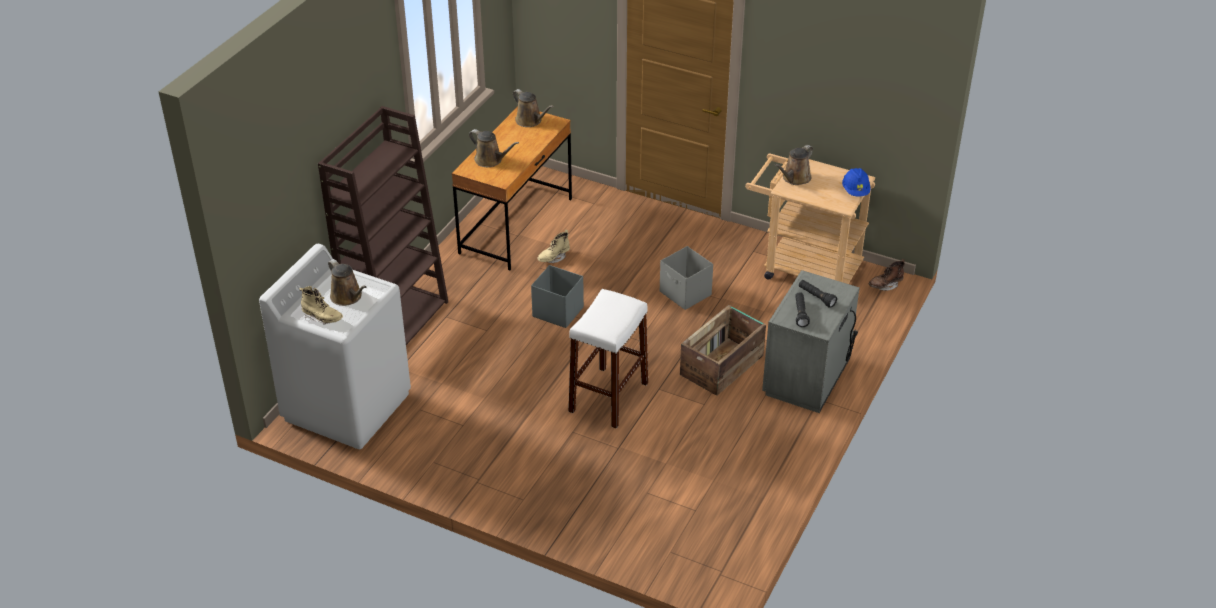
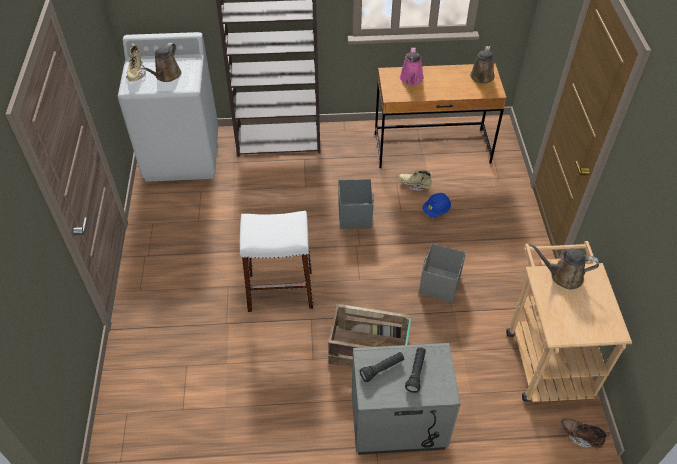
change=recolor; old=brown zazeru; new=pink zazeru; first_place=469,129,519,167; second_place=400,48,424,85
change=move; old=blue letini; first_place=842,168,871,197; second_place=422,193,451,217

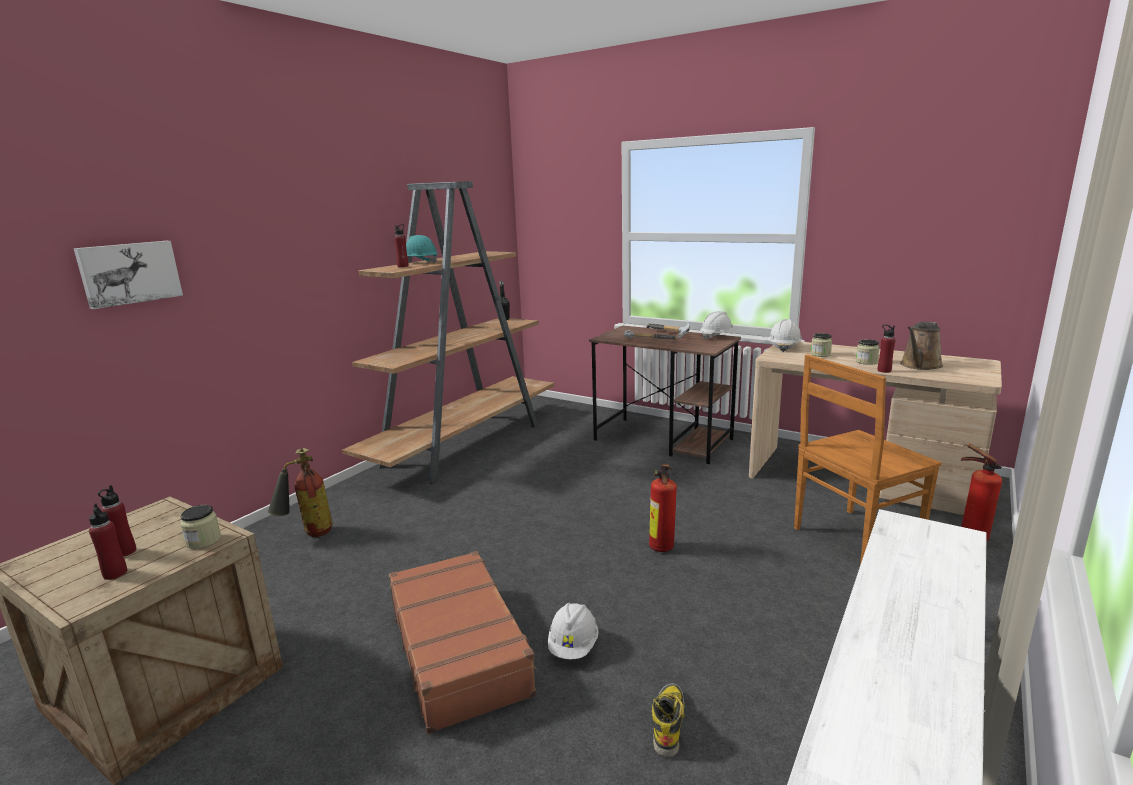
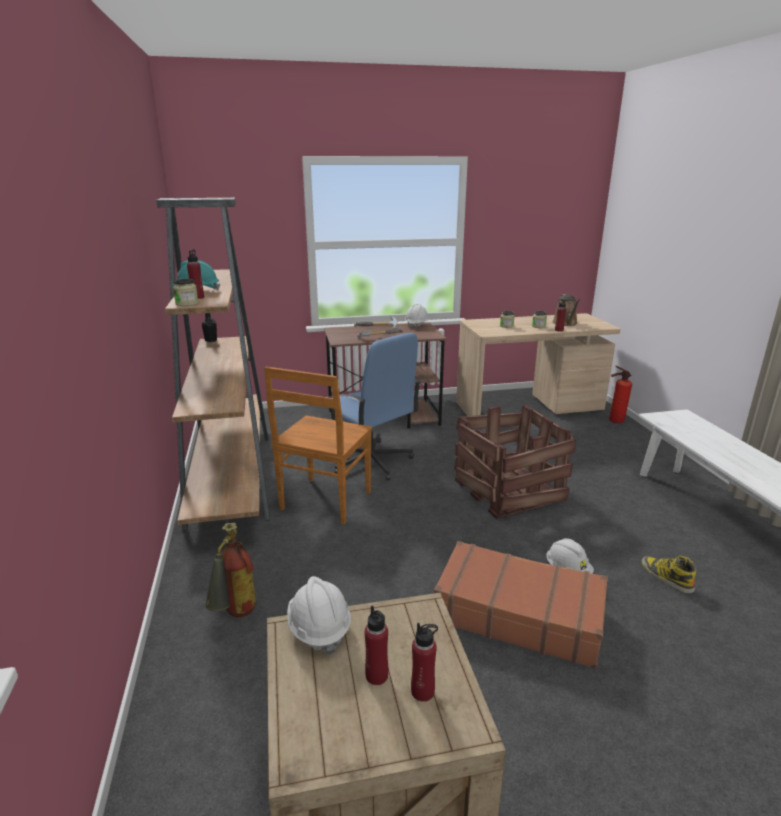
change=delete; old=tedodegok; first_place=74,241,183,309
change=move; old=white letini; first_place=768,319,802,352; second_place=287,576,351,655
change=move; old=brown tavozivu; first_place=794,354,941,565; second_place=264,367,372,525
change=replace; old=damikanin; new=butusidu; first_place=649,464,678,552; second_place=454,405,576,519
change=move; old=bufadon; first_place=180,505,221,549; second_place=173,279,198,306
change=insert; new=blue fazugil; second_place=328,333,421,480

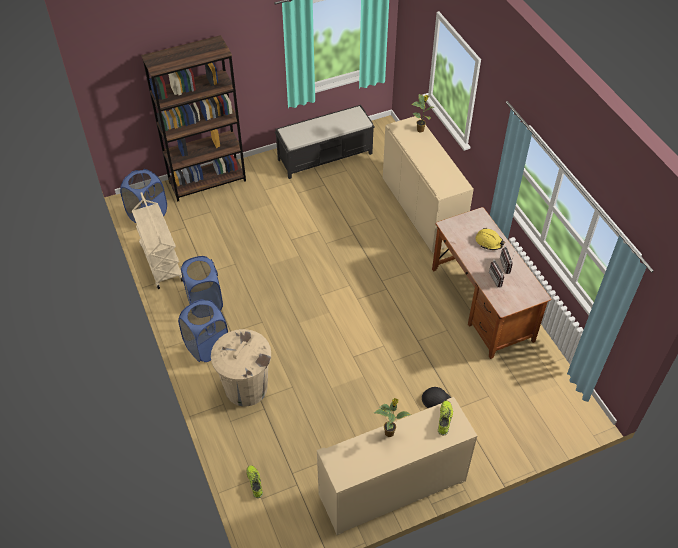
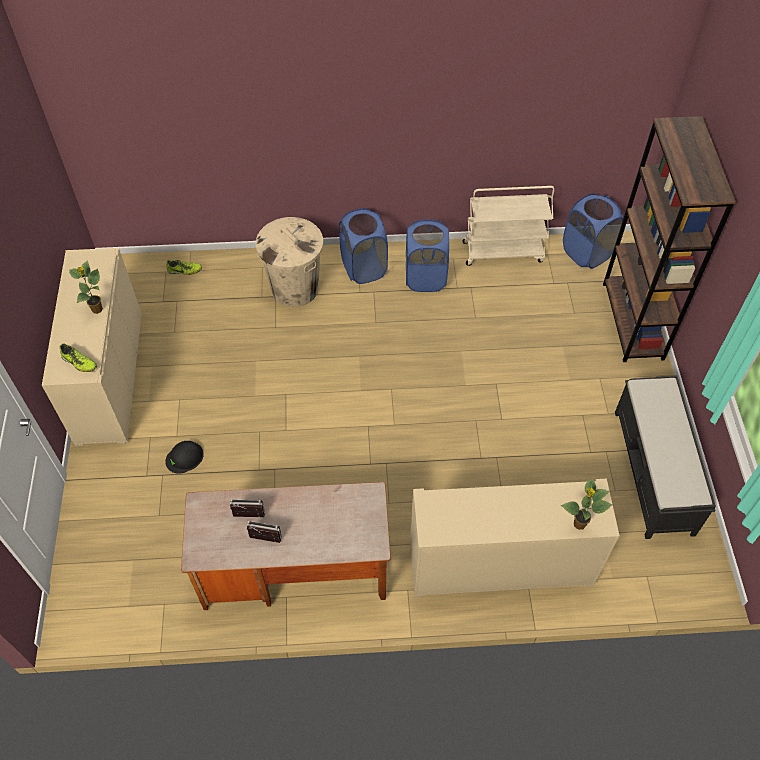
change=delete; old=yellow letini; first_place=475,228,505,250

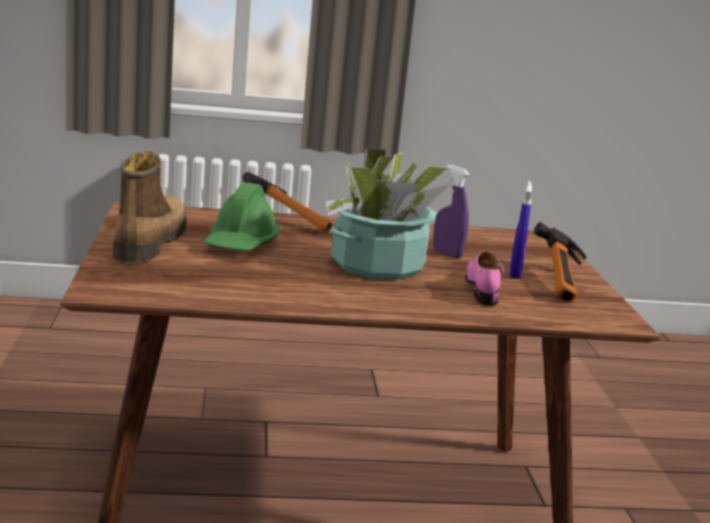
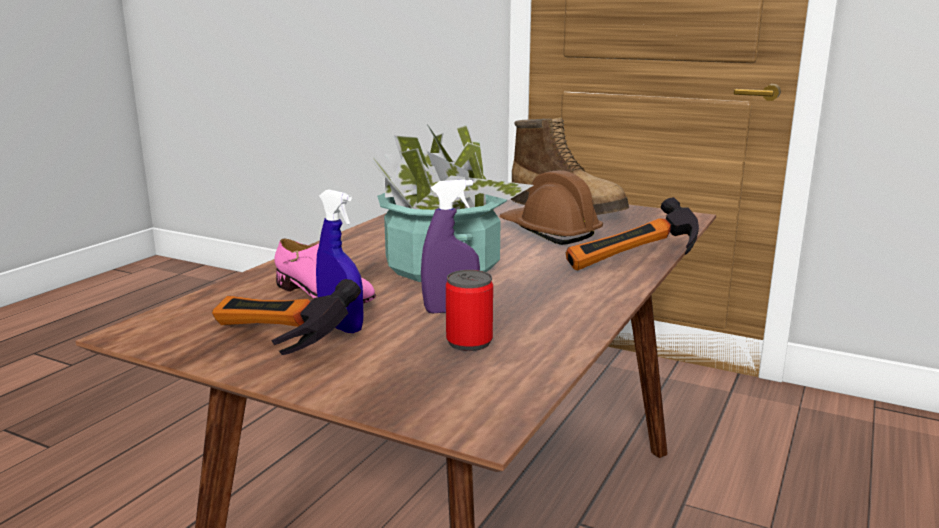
change=recolor; old=green letini; new=brown letini; first_place=204,183,280,250; second_place=500,170,603,245
change=insert; new=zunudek; second_place=446,270,493,351

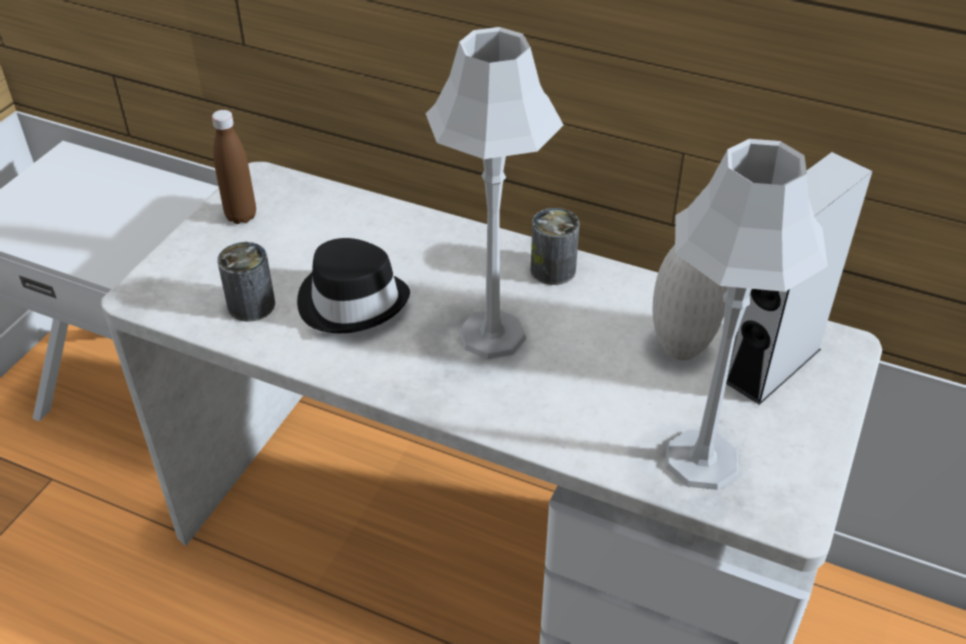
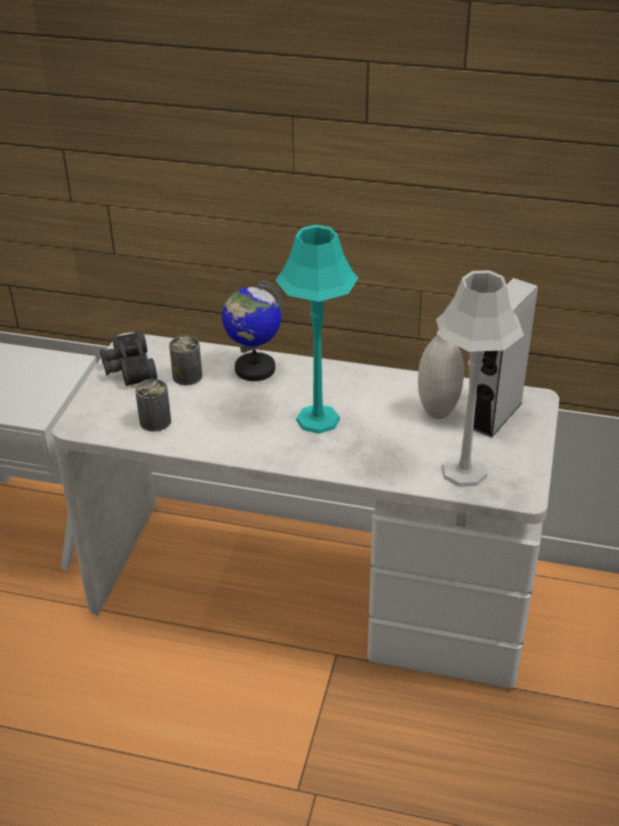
change=recolor; old=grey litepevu; new=turquoise litepevu; first_place=426,27,563,359; second_place=275,225,358,434
change=replace; old=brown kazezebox; new=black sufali; first_place=212,110,256,224; second_place=100,331,157,386
change=move; old=zunudek; first_place=531,208,579,285; second_place=169,335,202,385
change=delete; old=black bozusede; first_place=297,238,410,333
change=insert; new=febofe; second_place=222,280,283,381

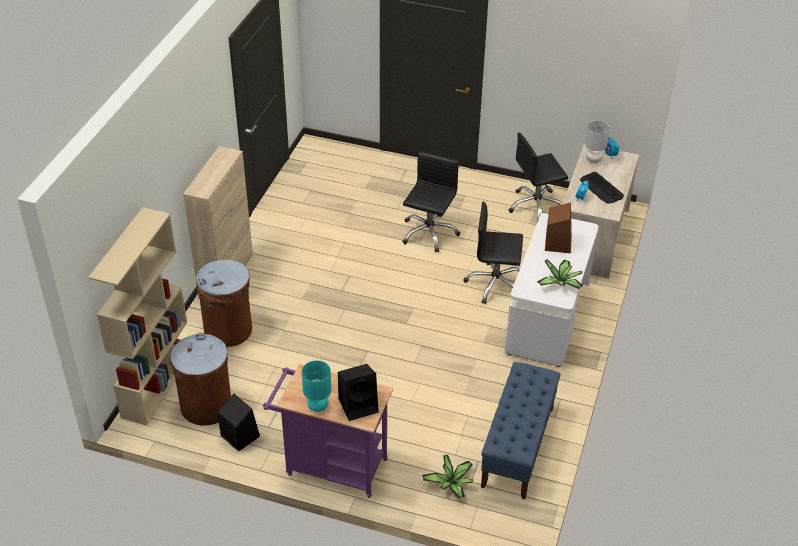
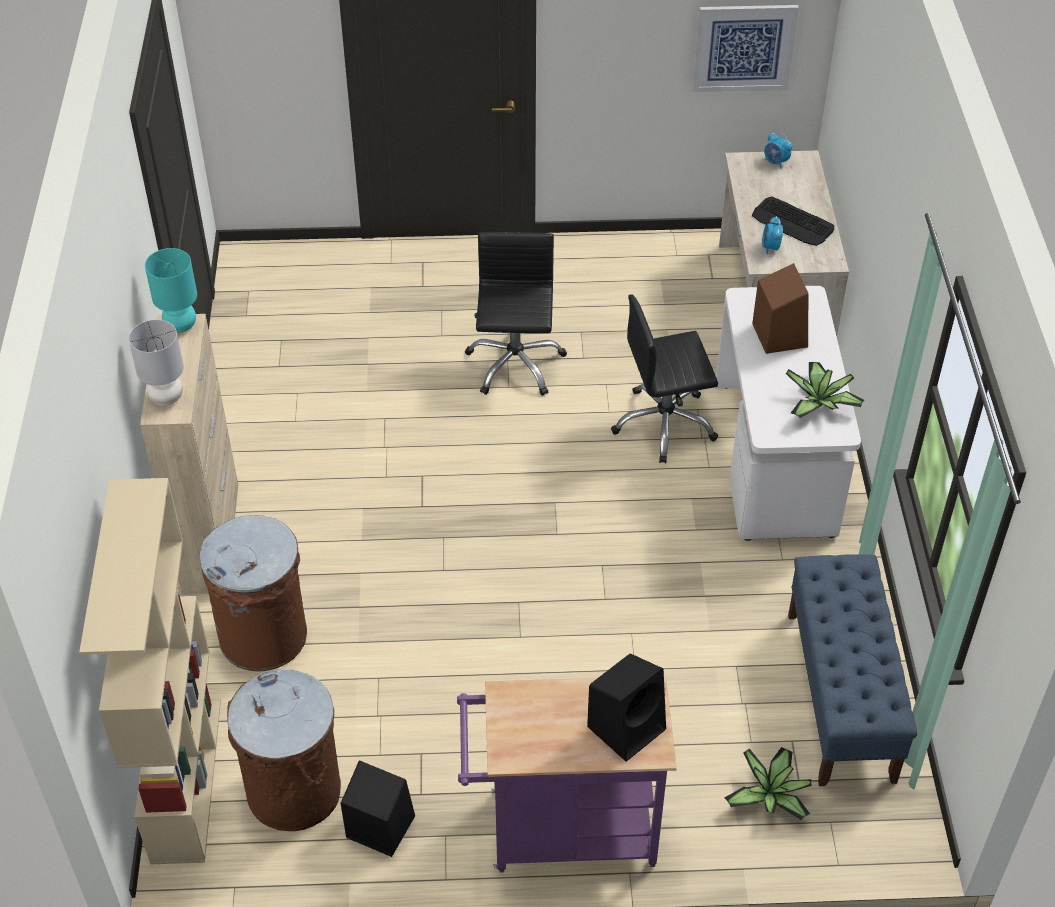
change=move; old=grey litepevu; first_place=585,120,610,163; second_place=129,319,184,406
change=delete; old=black fazugil; first_place=508,132,568,220
change=move; old=turquoise litepevu; first_place=302,360,331,412; second_place=145,248,197,332
change=insert; new=tedodegok; second_place=693,5,799,92

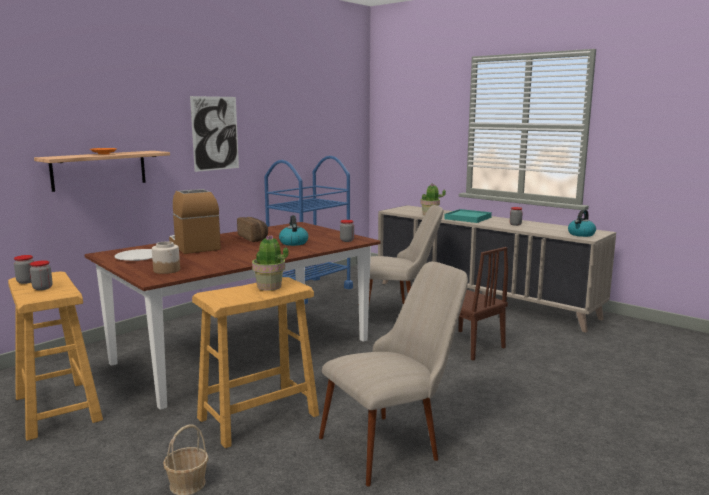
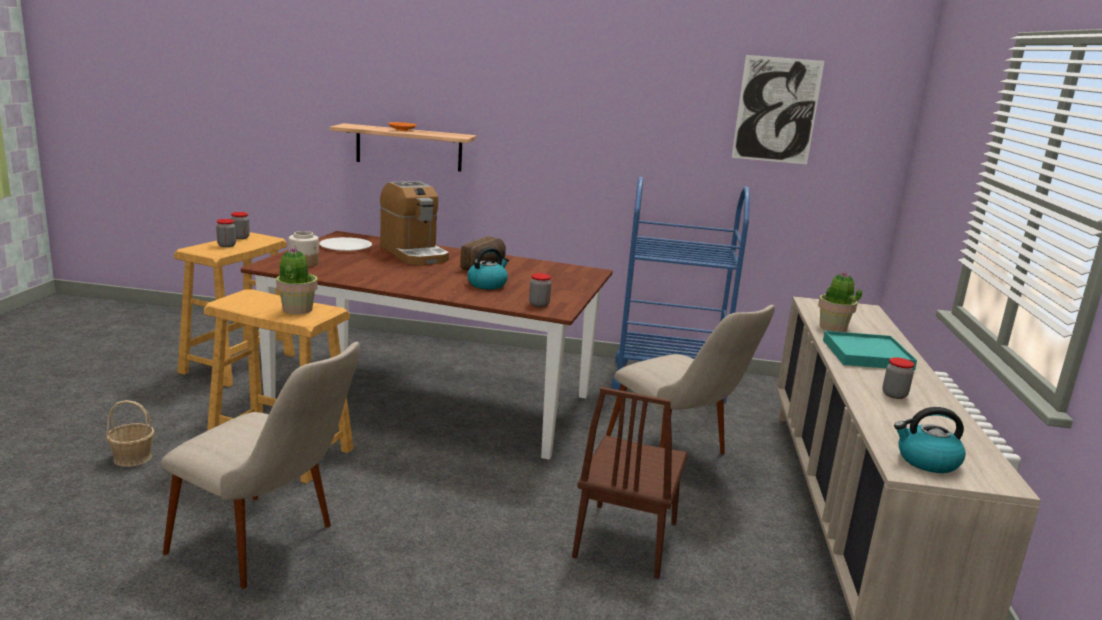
change=move; old=tedodegok; first_place=190,96,239,172; second_place=732,55,824,164
change=rotate; old=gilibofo; first_place=169,189,221,254; second_place=380,181,449,265; degrees=120

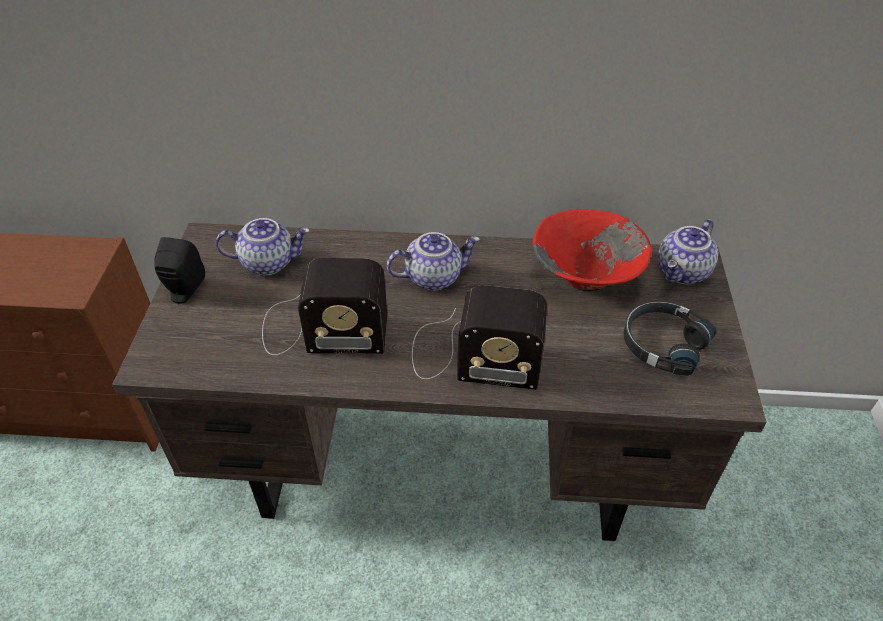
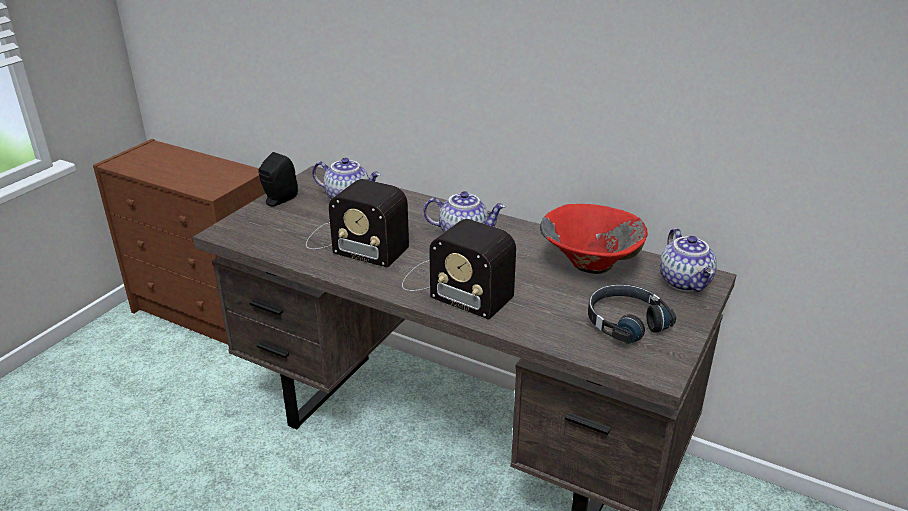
change=rotate; old=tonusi; first_place=658,219,718,284; second_place=660,228,717,292; degrees=-75

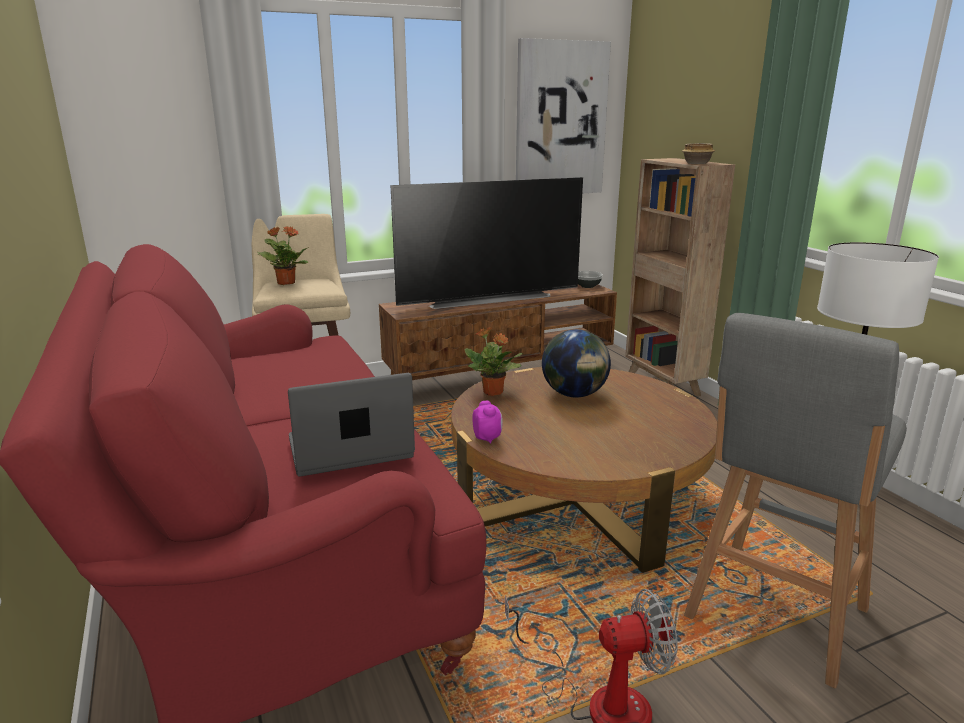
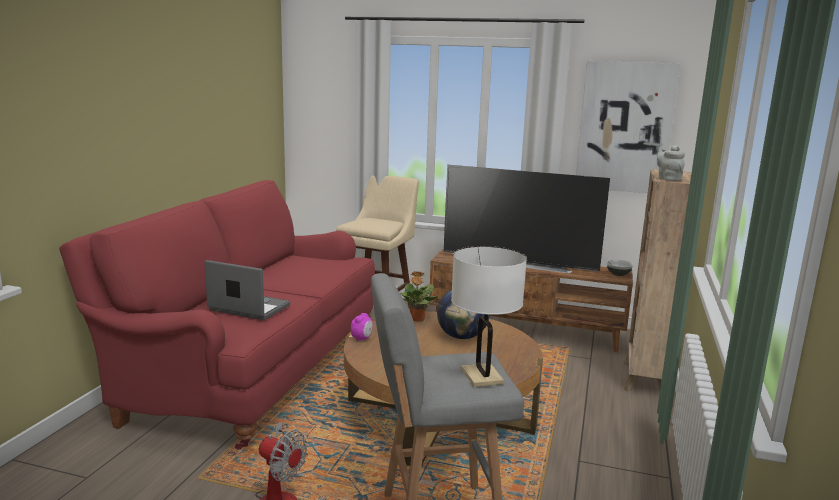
change=replace; old=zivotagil; new=grey tonusi; first_place=682,143,715,164; second_place=657,145,685,181
change=delete; old=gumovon; first_place=257,226,309,285

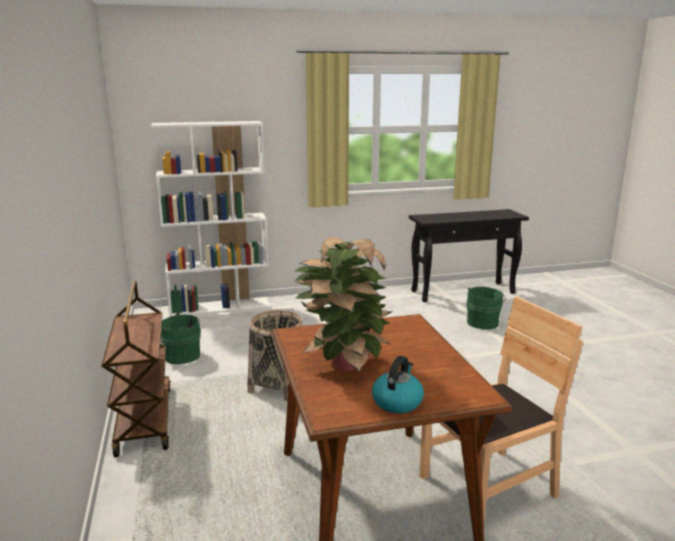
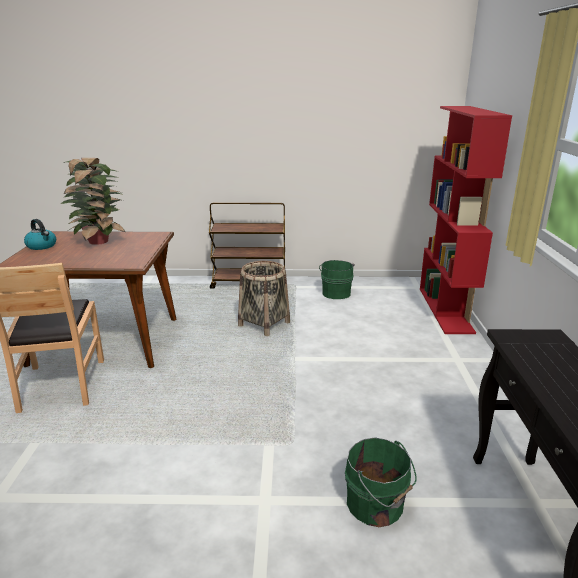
change=recolor; old=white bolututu; new=red bolututu; first_place=151,121,270,317; second_place=420,106,512,334

